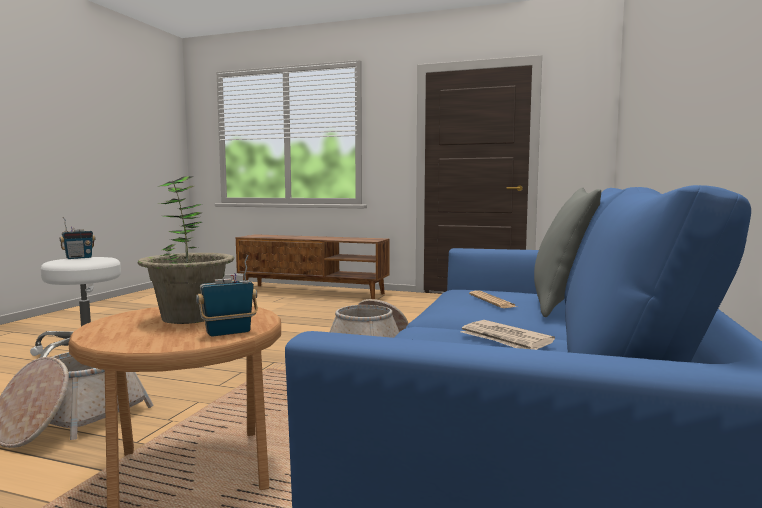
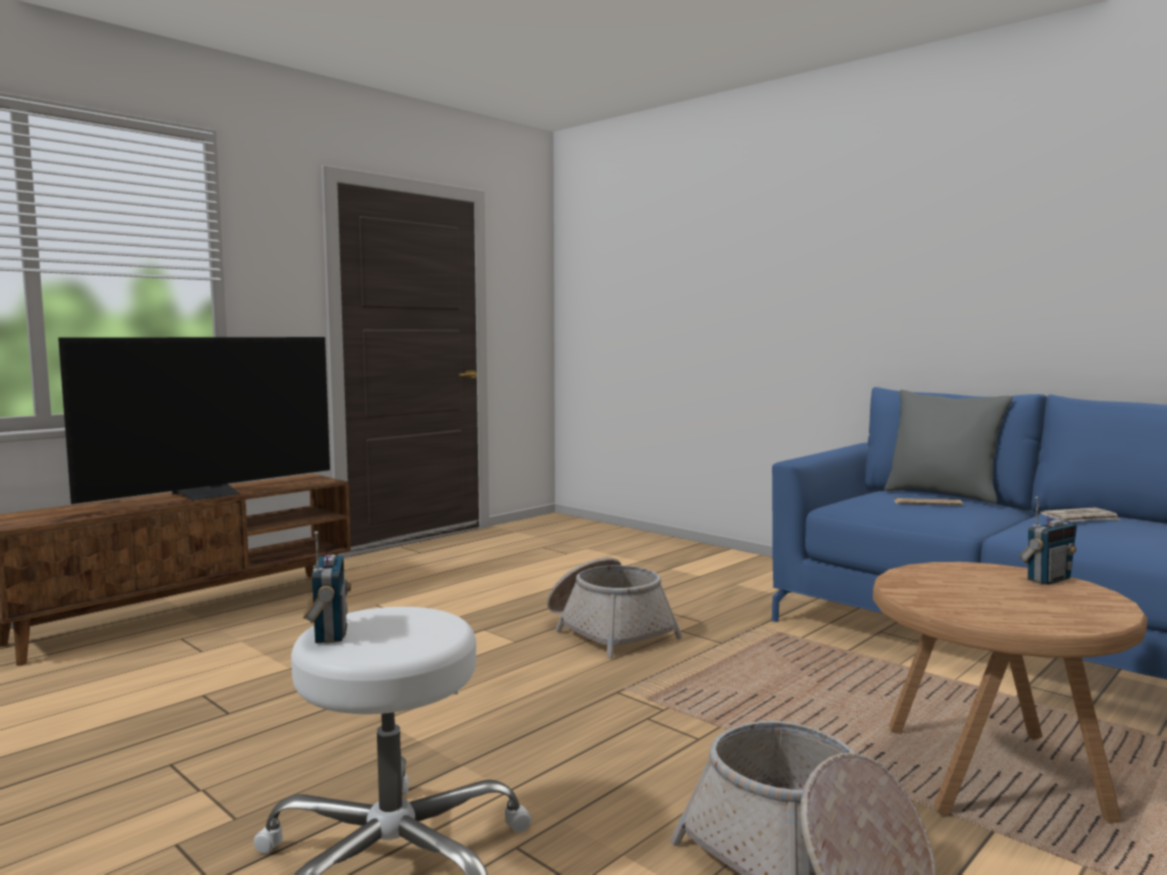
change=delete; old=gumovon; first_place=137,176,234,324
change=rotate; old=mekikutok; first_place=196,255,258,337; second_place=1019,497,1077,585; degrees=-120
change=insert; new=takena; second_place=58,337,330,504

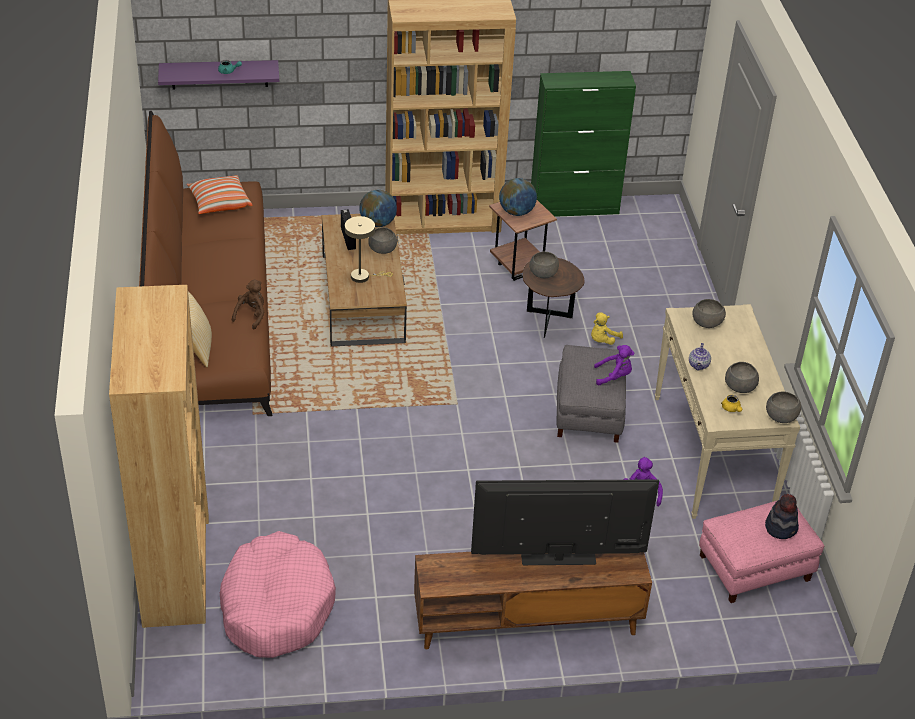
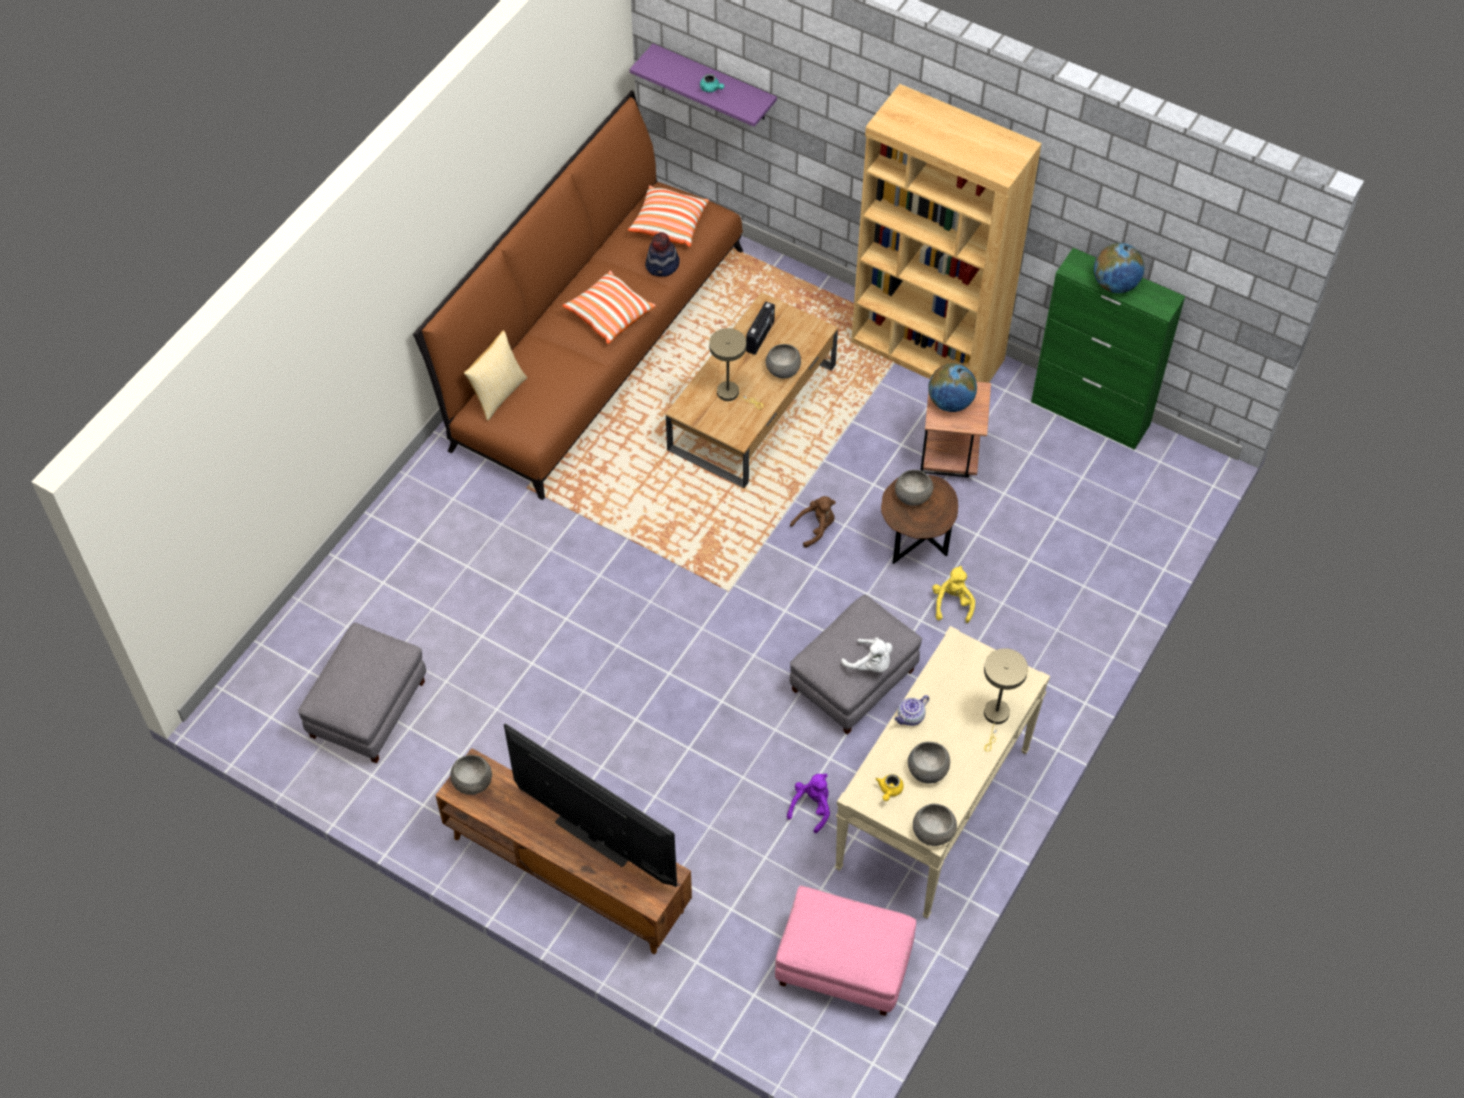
change=move; old=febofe; first_place=359,190,397,227; second_place=1094,243,1145,293
change=move; old=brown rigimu; first_place=232,280,265,330; second_place=790,496,836,548
change=delete; old=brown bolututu; first_place=109,285,209,628
change=move; old=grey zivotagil; first_place=692,299,726,328; second_place=450,755,492,795
change=rotate; old=yellow rigimu; first_place=591,312,623,345; second_place=932,566,975,623; degrees=105
change=recolor; old=purple rigimu; new=white rigimu; first_place=594,345,634,386; second_place=841,637,892,672
change=move; old=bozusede; first_place=765,494,799,539; second_place=645,232,680,277
change=replace; old=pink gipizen; new=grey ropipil; first_place=220,531,336,658; second_place=298,623,426,763
change=insert; new=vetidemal; second_place=562,270,656,344
change=insert; new=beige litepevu; second_place=984,648,1028,752

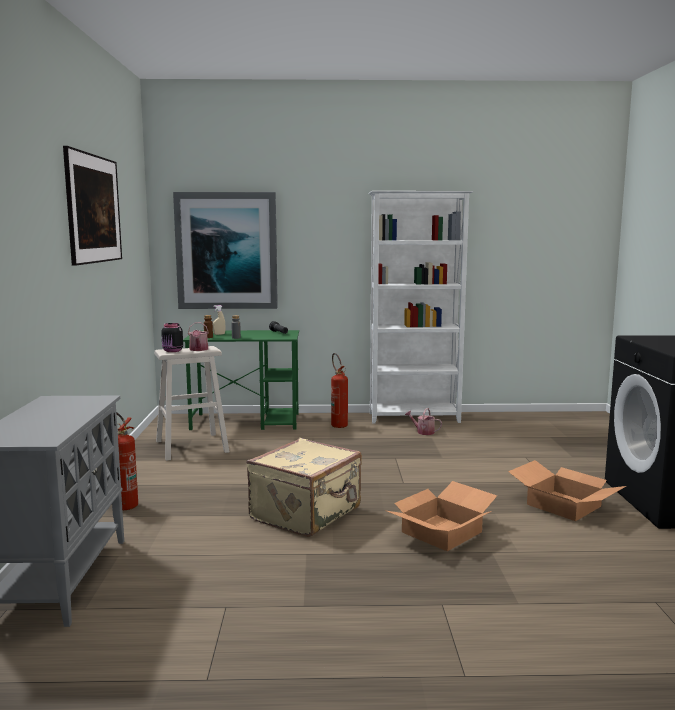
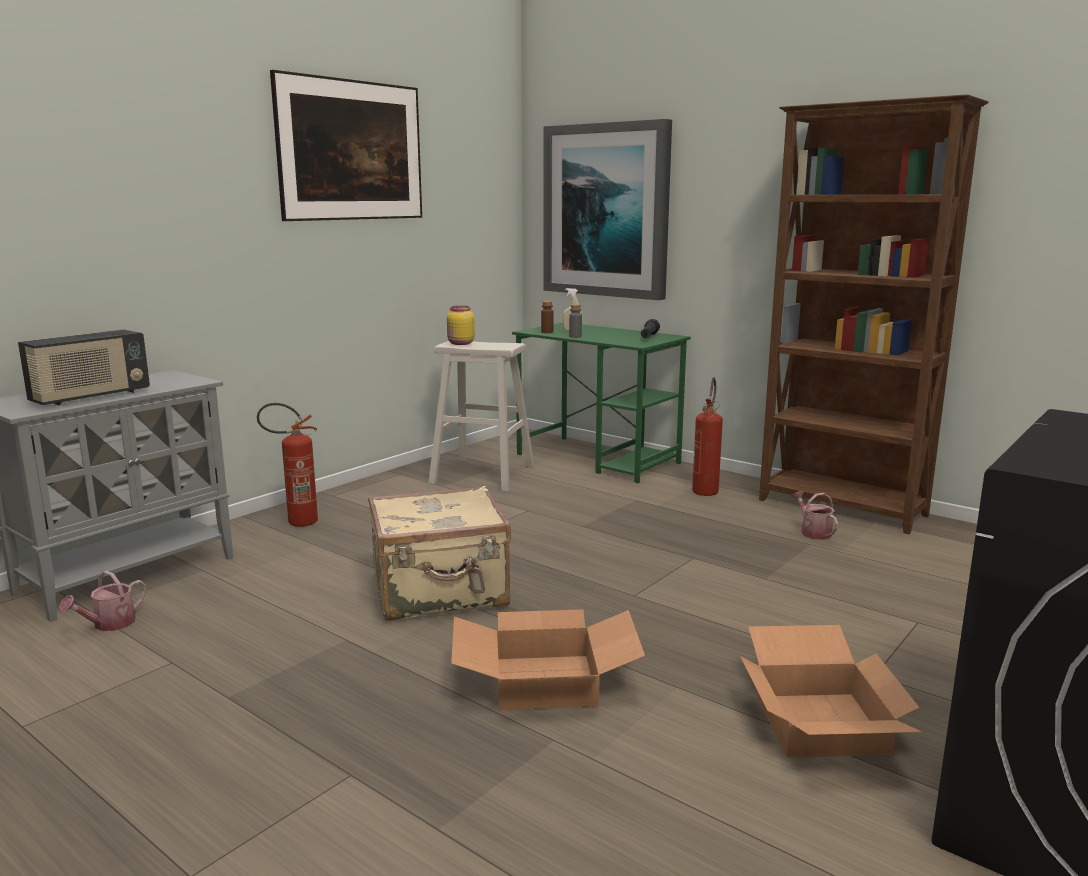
change=recolor; old=white bolututu; new=brown bolututu; first_place=369,191,473,423; second_place=759,94,989,534
change=move; old=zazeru; first_place=188,322,209,351; second_place=59,571,146,631
change=recolor; old=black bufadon; new=yellow bufadon; first_place=161,323,183,352; second_place=447,306,475,345
change=insert; new=mekikutok; second_place=18,330,150,405

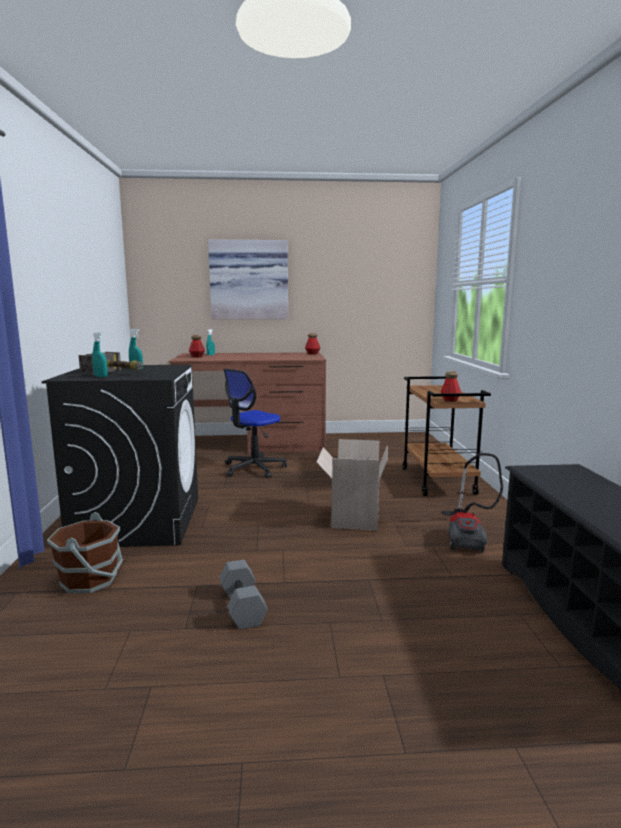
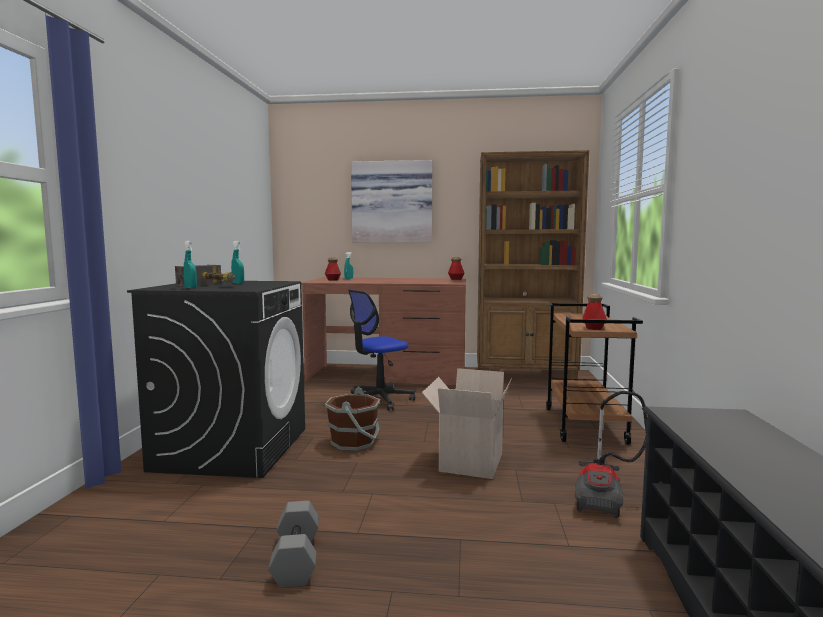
change=move; old=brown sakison; first_place=47,512,123,593; second_place=325,387,380,451
change=insert; new=brown bolututu; second_place=477,150,589,379

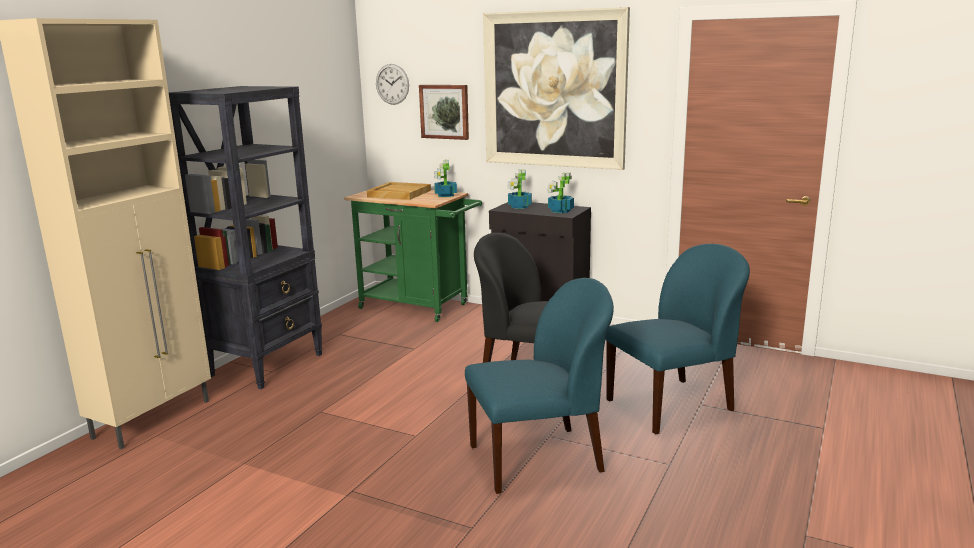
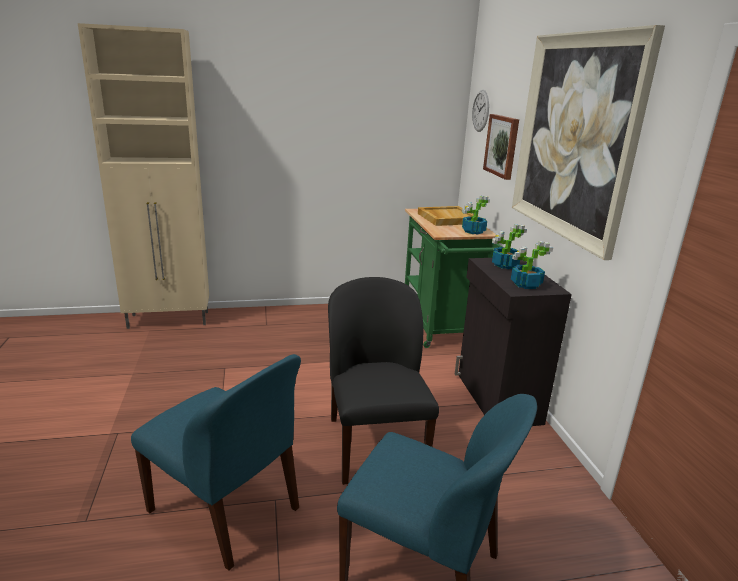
change=delete; old=black bolututu; first_place=168,86,323,389

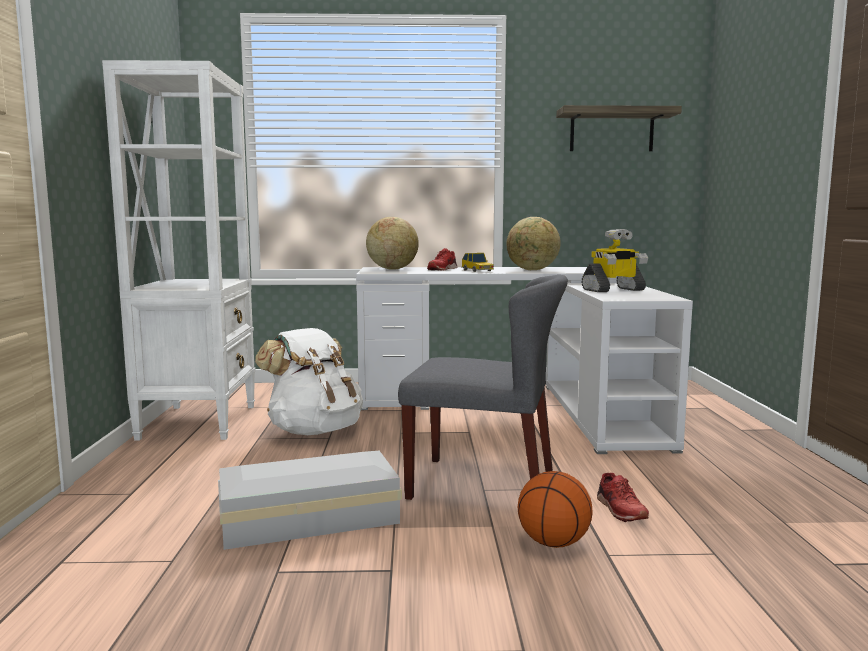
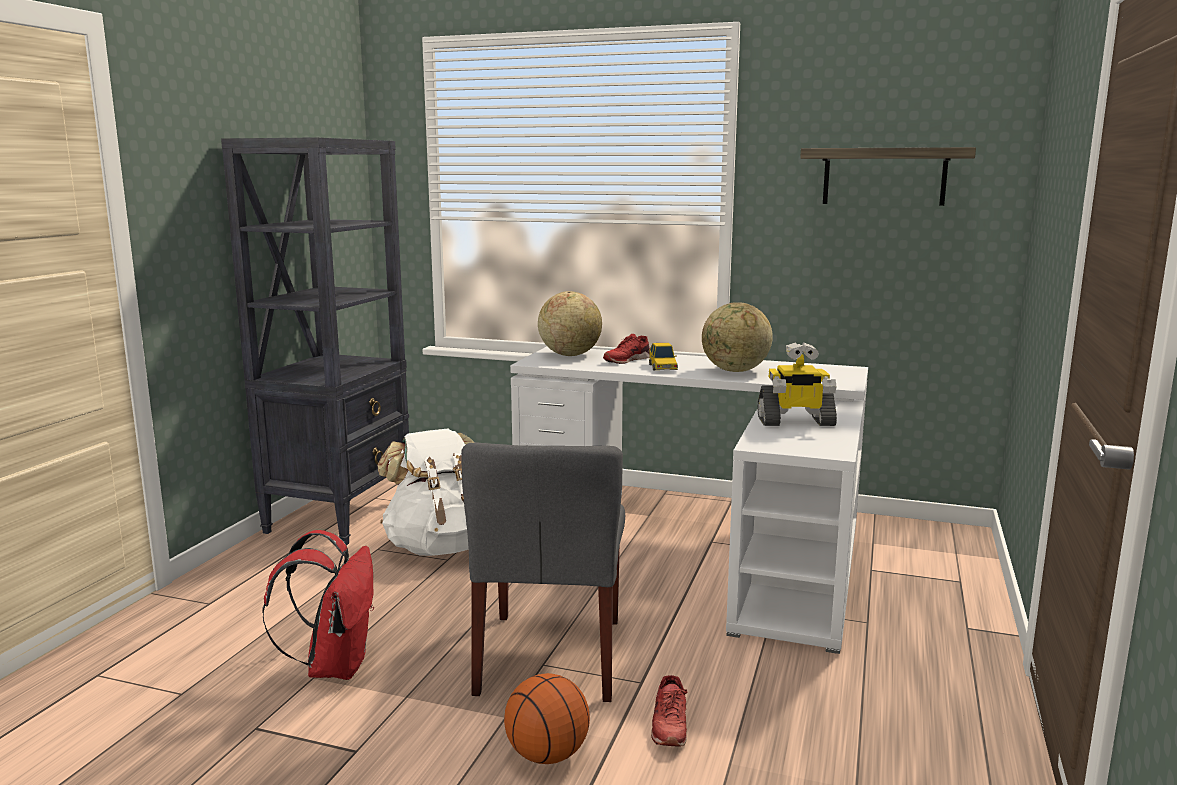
change=recolor; old=white bolututu; new=black bolututu; first_place=102,60,256,441; second_place=221,137,409,545
change=rotate; old=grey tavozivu; first_place=398,275,568,500; second_place=461,442,625,702; degrees=60
change=replace; old=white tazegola; new=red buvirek; first_place=218,451,402,550; second_place=262,530,374,680

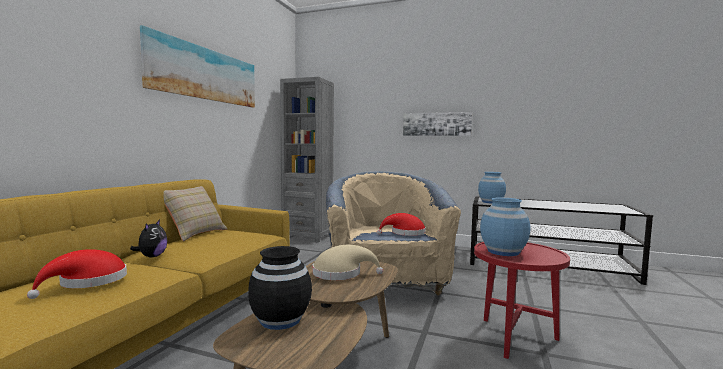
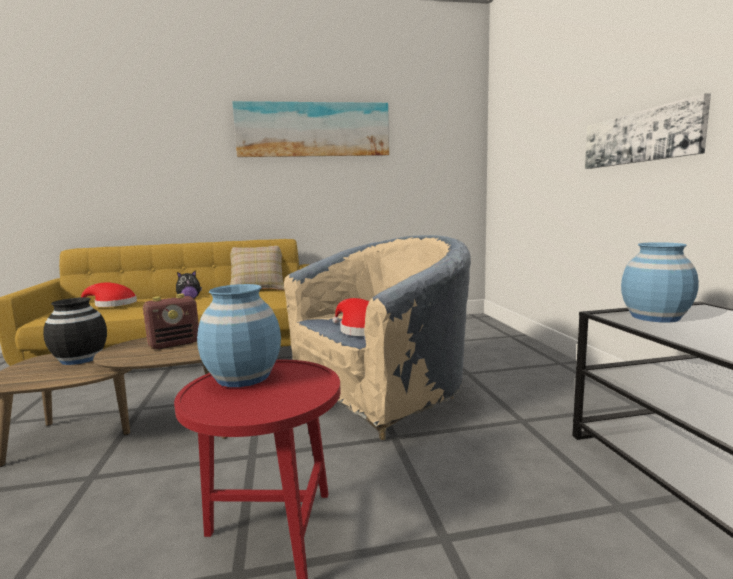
change=delete; old=grey bolututu; first_place=280,77,334,243
change=replace; old=beige bozusede; new=mekikutok; first_place=313,245,383,280; second_place=143,294,199,349

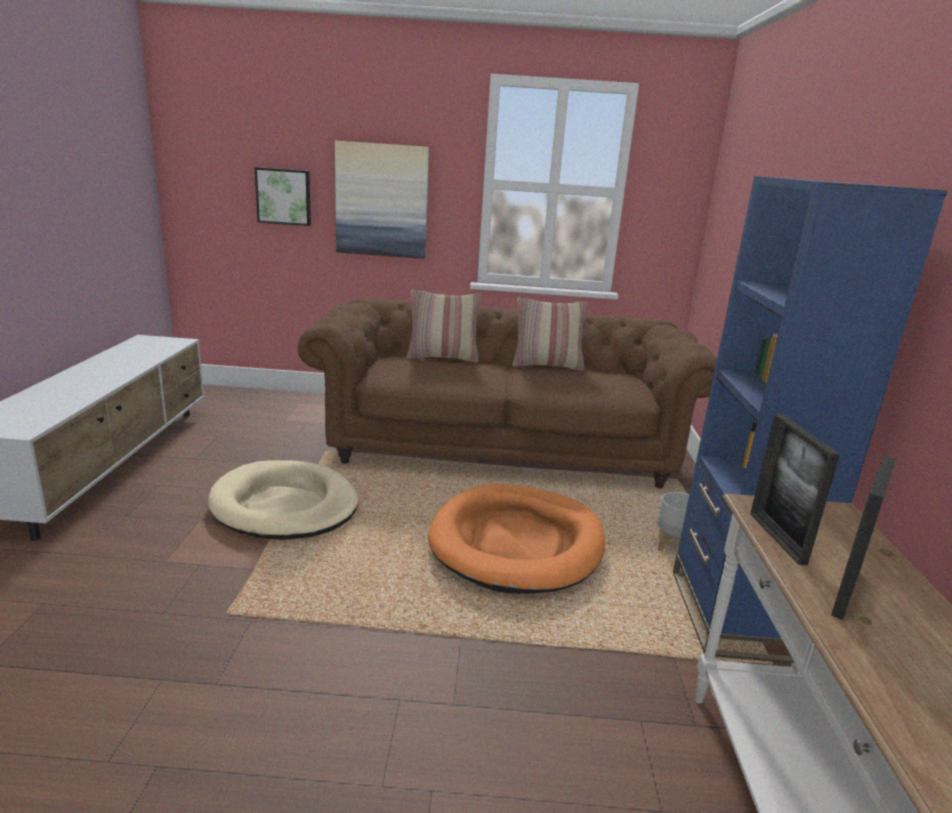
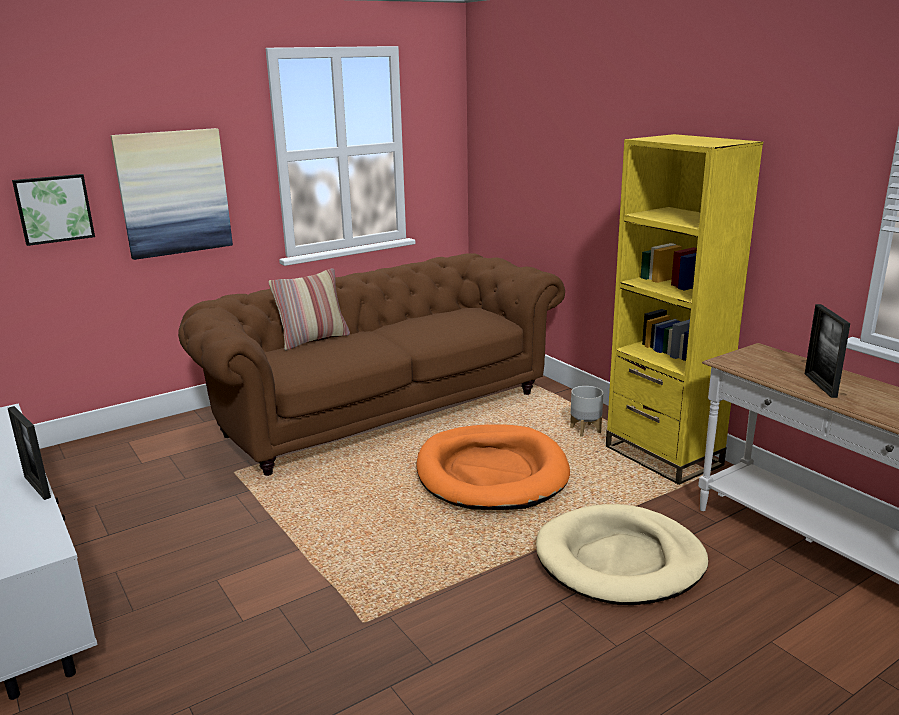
change=recolor; old=blue bolututu; new=yellow bolututu; first_place=673,176,948,664; second_place=606,134,763,485
change=delete; old=vetidemal; first_place=512,297,588,371
change=move; old=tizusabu; first_place=750,414,840,565; second_place=8,406,51,500
change=move; old=beige gipizen; first_place=208,460,359,540; second_place=536,504,708,605

